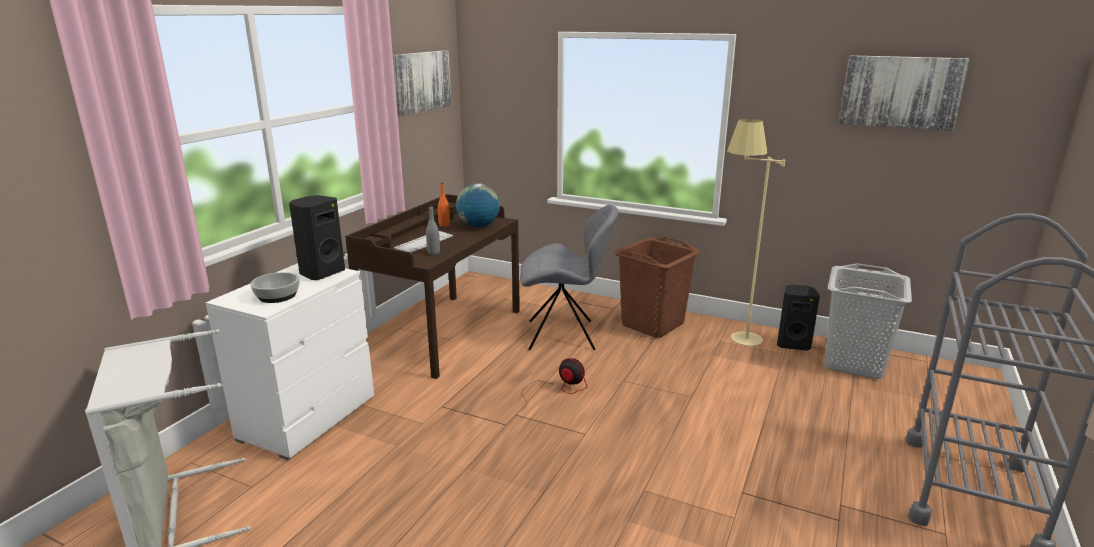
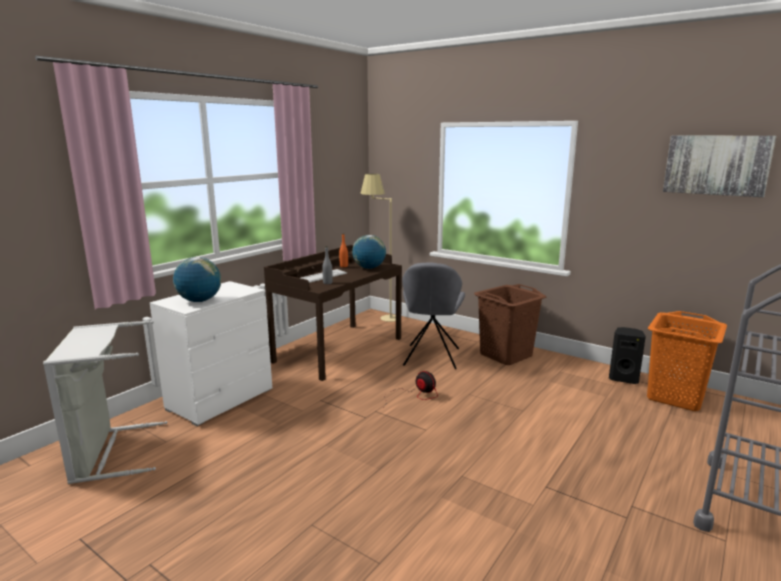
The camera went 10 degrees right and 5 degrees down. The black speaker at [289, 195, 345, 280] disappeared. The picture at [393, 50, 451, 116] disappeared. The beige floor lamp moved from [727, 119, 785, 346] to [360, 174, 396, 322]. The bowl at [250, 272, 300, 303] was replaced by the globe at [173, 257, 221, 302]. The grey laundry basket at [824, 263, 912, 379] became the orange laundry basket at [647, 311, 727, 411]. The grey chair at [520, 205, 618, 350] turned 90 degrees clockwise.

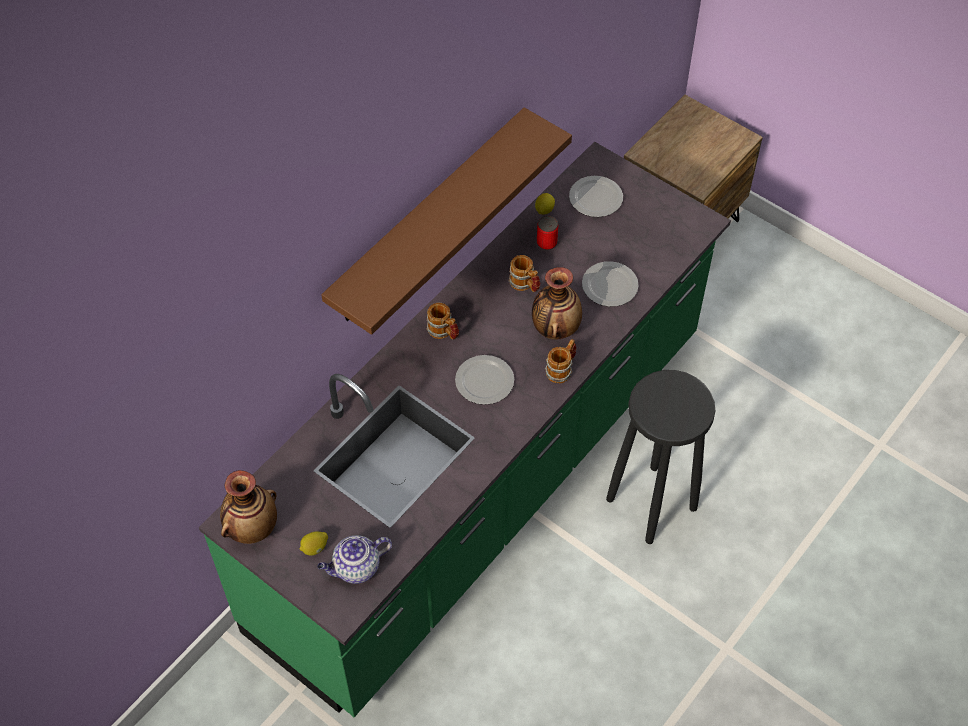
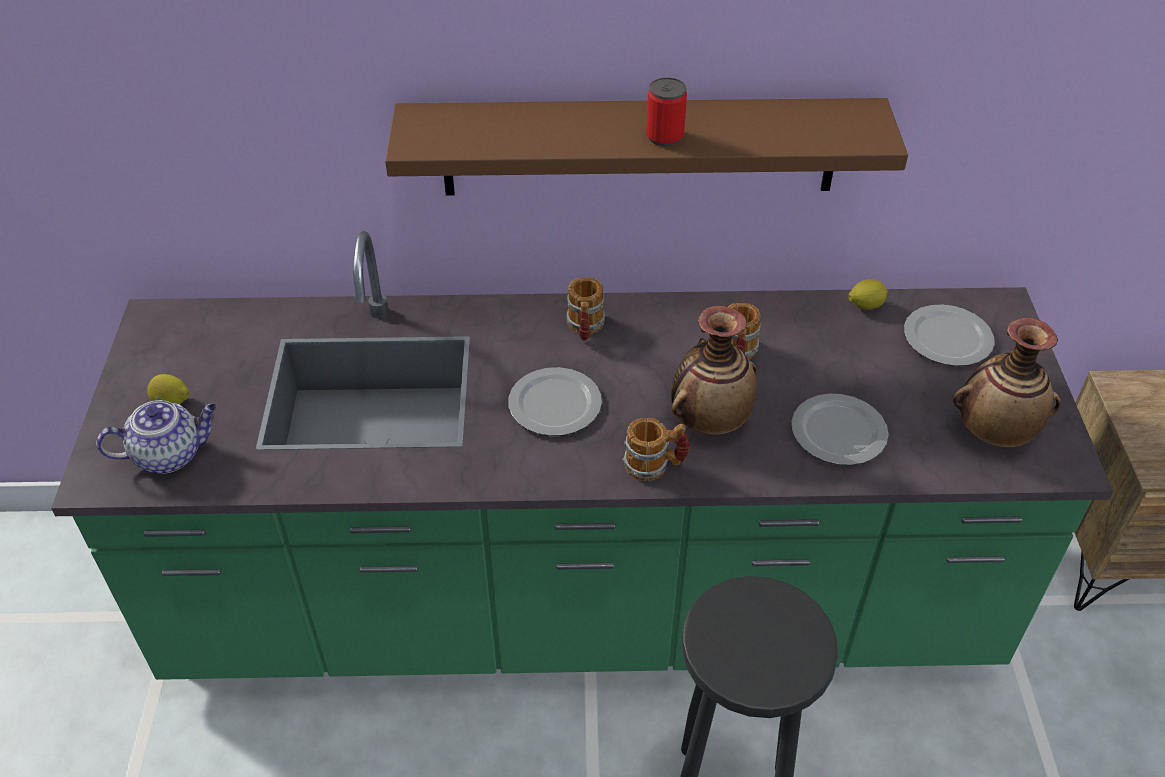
The camera went 50 degrees right and 10 degrees down. The vase moved from [220, 470, 277, 544] to [953, 318, 1061, 447]. The can moved from [537, 216, 558, 250] to [646, 77, 687, 146]. The teapot at [317, 535, 392, 584] turned 135 degrees clockwise.

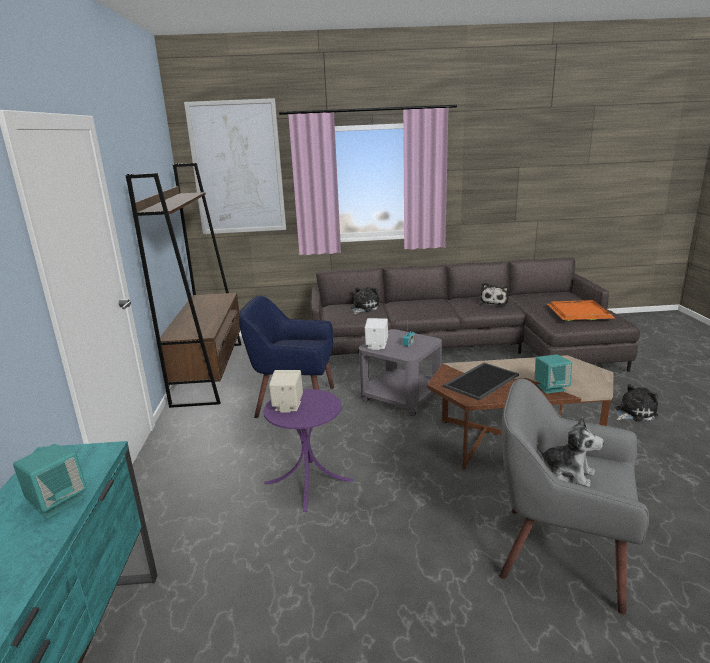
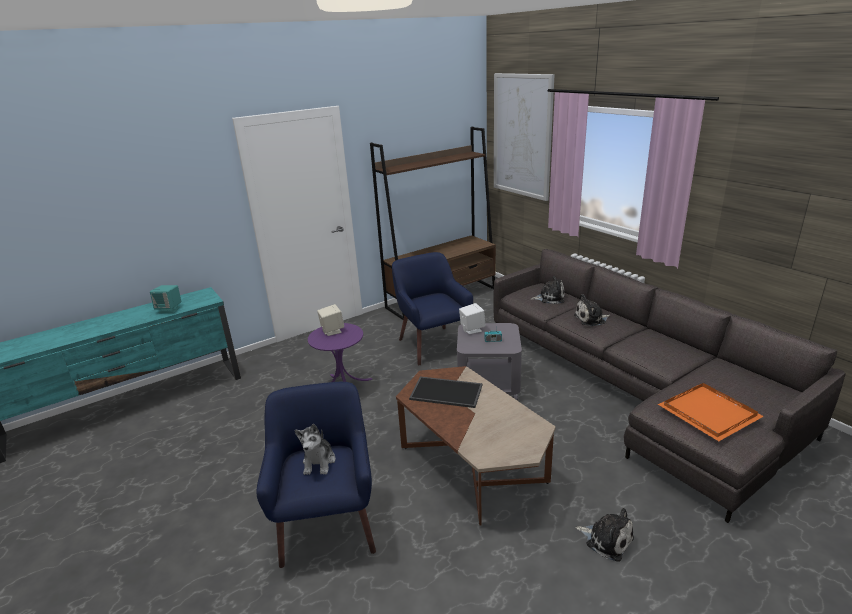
The camera went 60 degrees right and 5 degrees up. The turquoise speaker at [535, 354, 572, 394] disappeared. The plush toy moved from [480, 283, 509, 306] to [574, 294, 610, 326]. The grey armchair at [499, 379, 649, 615] became the blue armchair at [256, 382, 376, 568].

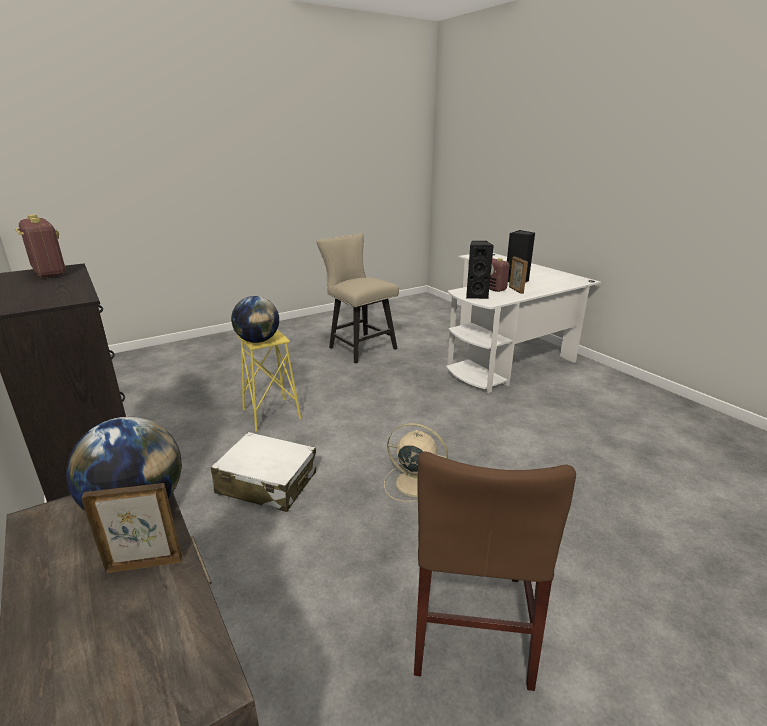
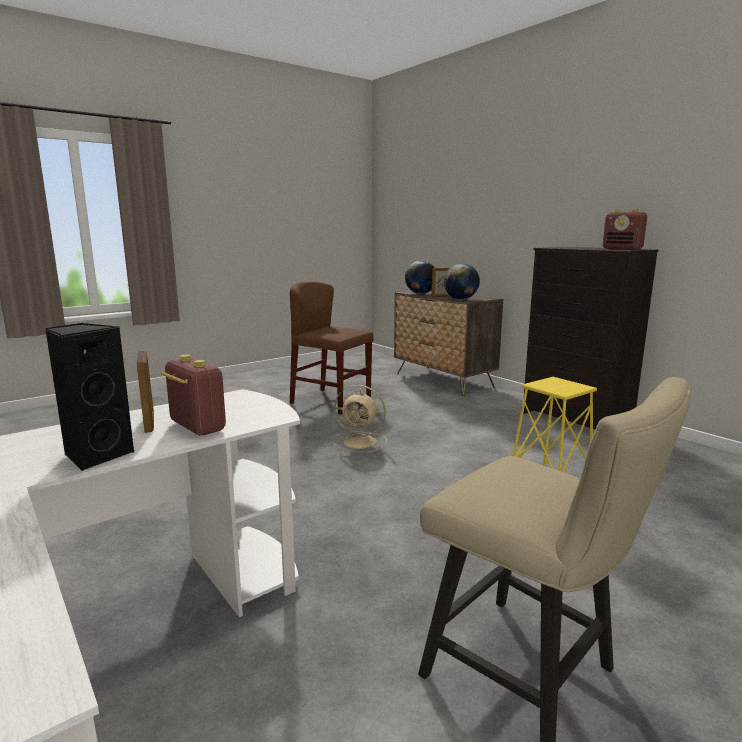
The camera went 175 degrees right and 10 degrees down. The white suitcase at [211, 432, 316, 512] disappeared. The black speaker at [466, 241, 494, 299] disappeared. The globe moved from [231, 296, 279, 343] to [405, 261, 435, 294]. The brown chair at [414, 452, 576, 691] turned 60 degrees counterclockwise.

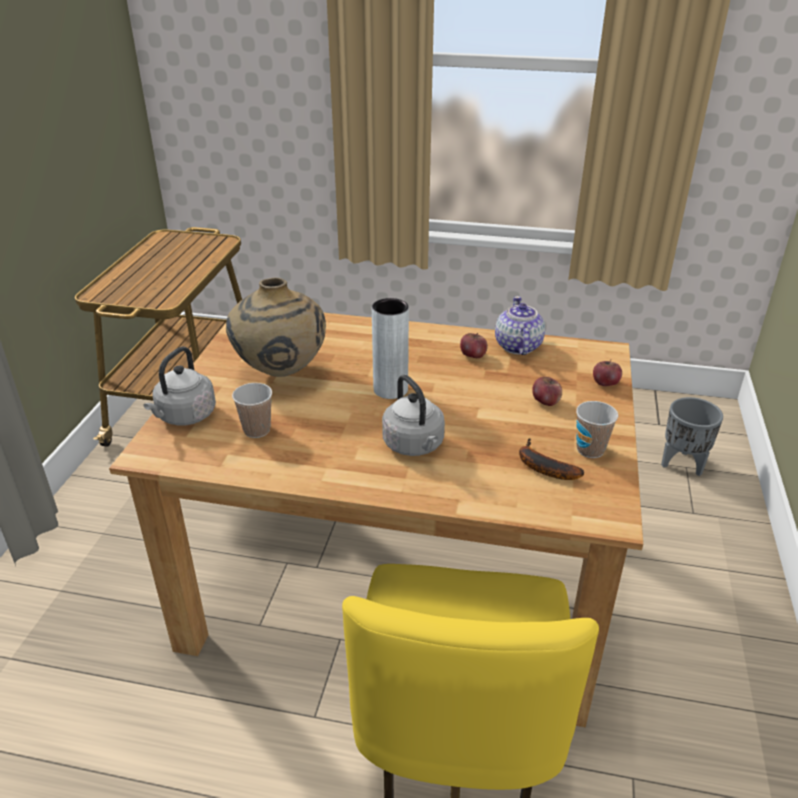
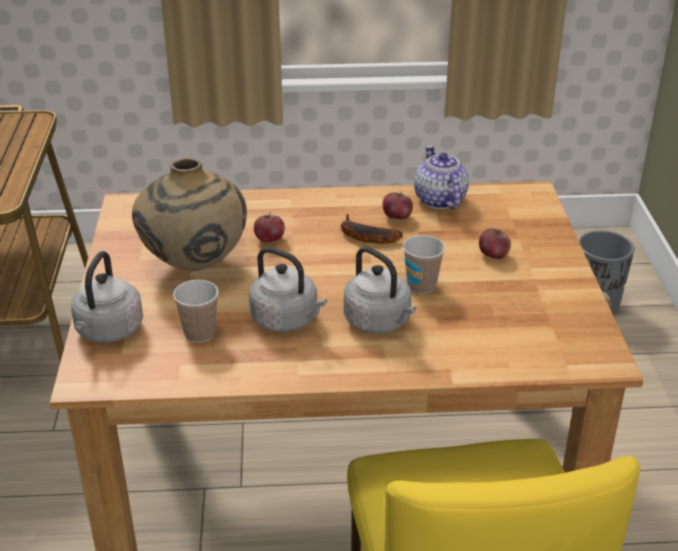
The camera went 15 degrees left and 0 degrees up. The grey vase at [372, 298, 409, 399] disappeared. The grey kettle at [249, 247, 327, 332] appeared. The banana moved from [519, 438, 584, 480] to [341, 214, 403, 244]. The cup moved from [576, 401, 618, 458] to [403, 235, 445, 294]. The apple moved from [593, 359, 622, 386] to [254, 212, 285, 242].

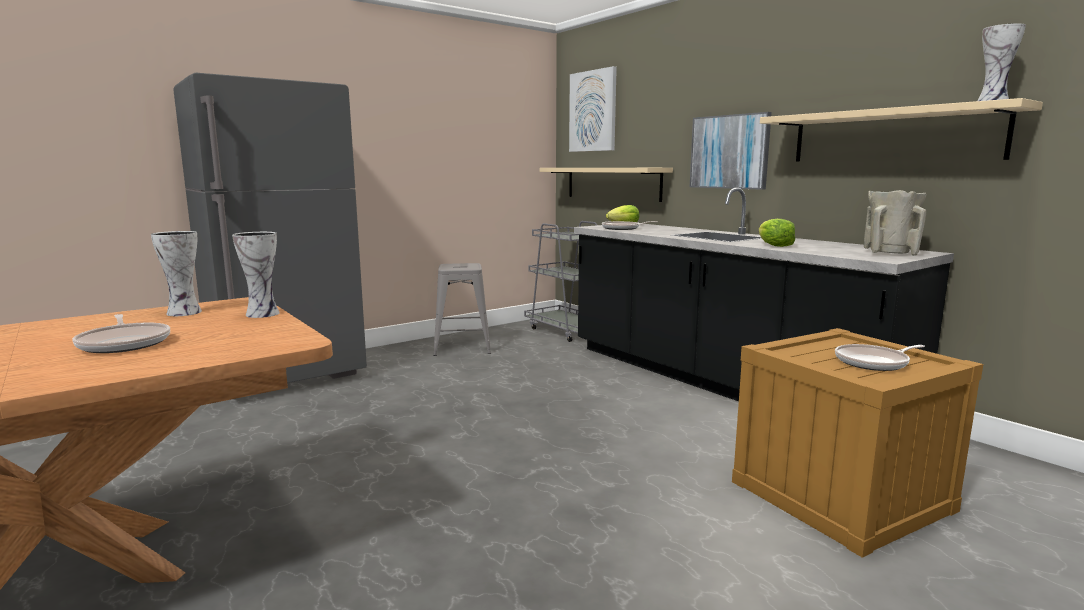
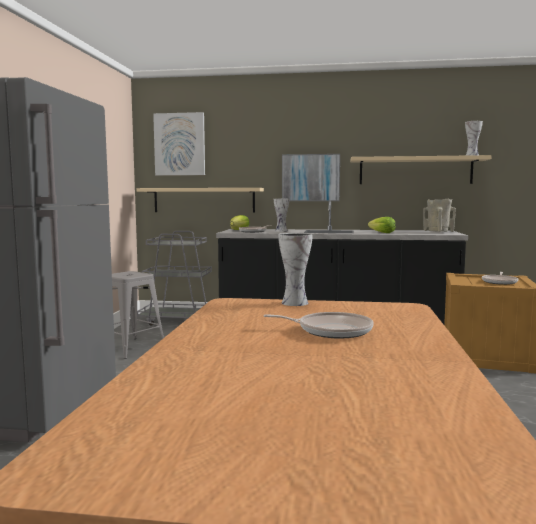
The camera went 45 degrees left and 5 degrees down. The vase moved from [151, 231, 202, 316] to [274, 199, 289, 232].

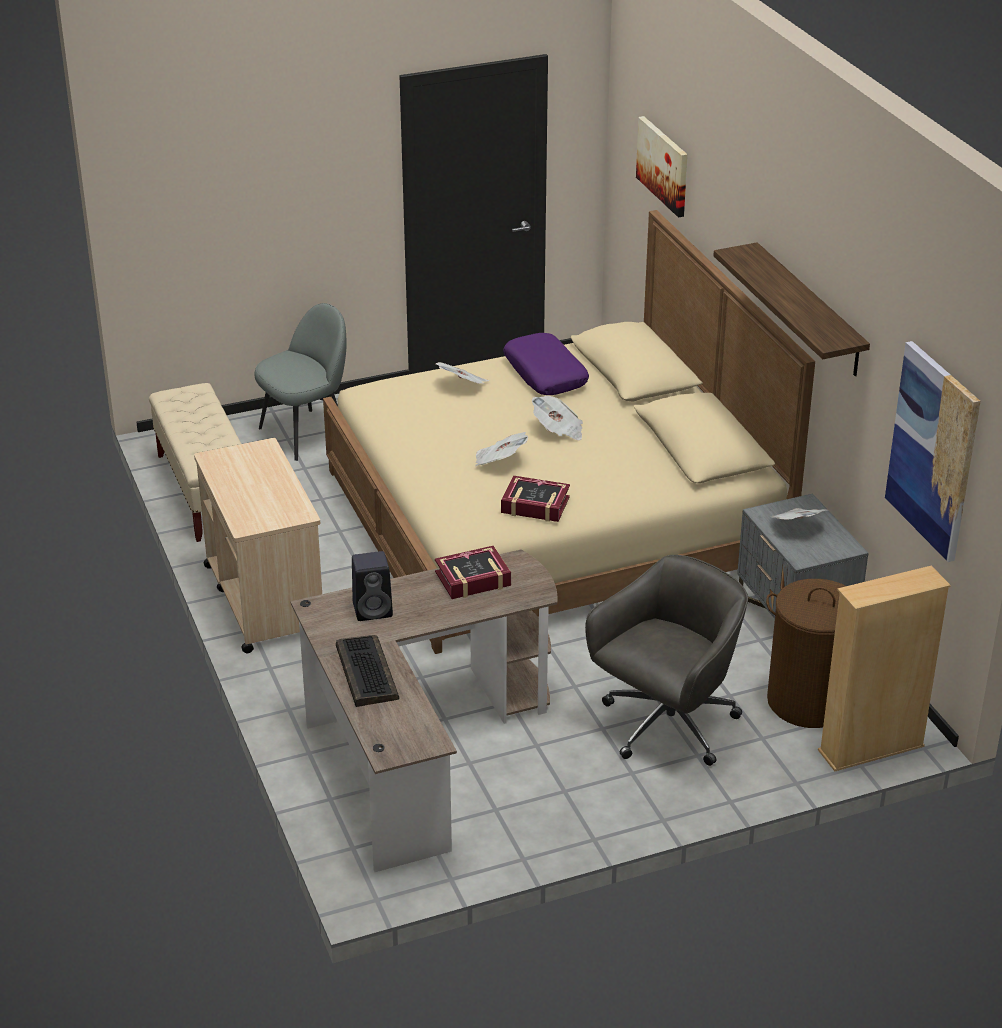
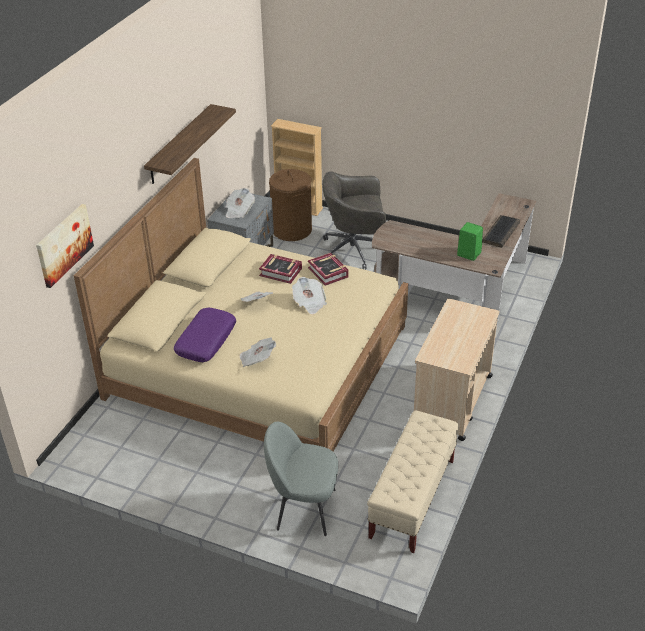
The camera went 135 degrees left and 5 degrees up. The picture at [885, 341, 980, 562] disappeared. The book moved from [435, 546, 511, 599] to [259, 254, 302, 284]. The black speaker at [352, 551, 393, 621] became the green speaker at [457, 222, 483, 261].

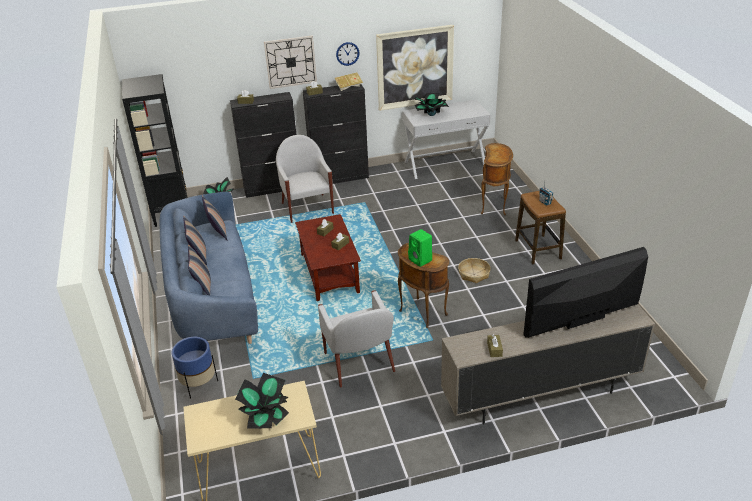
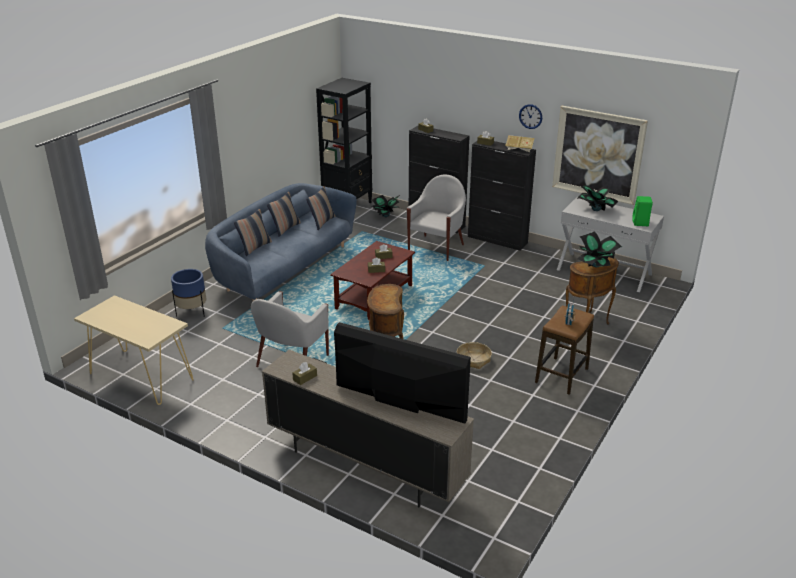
The camera went 45 degrees right and 5 degrees down. The wall clock at [264, 35, 317, 89] disappeared. The potted plant moved from [235, 373, 289, 429] to [578, 231, 622, 267]. The green speaker moved from [408, 229, 432, 267] to [632, 196, 653, 226].

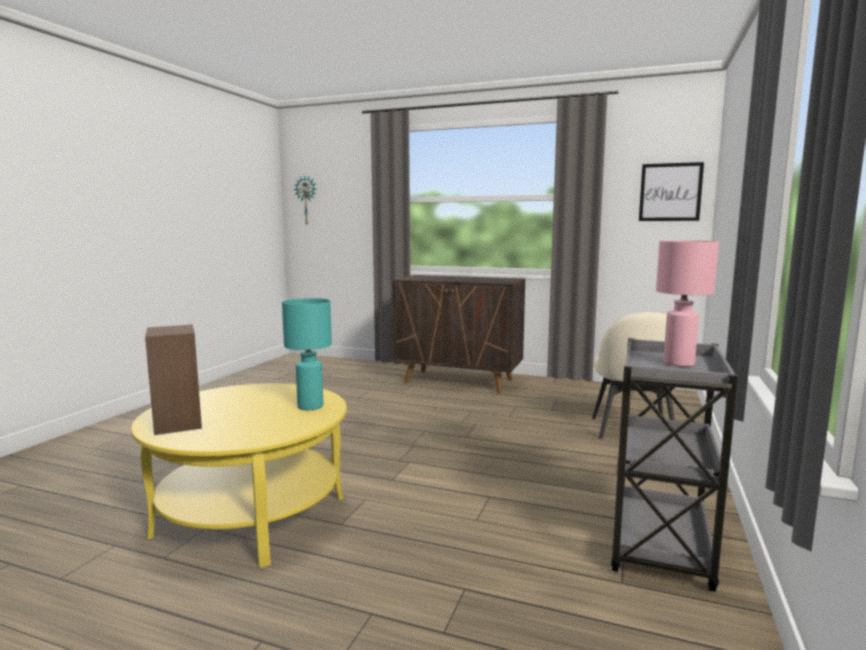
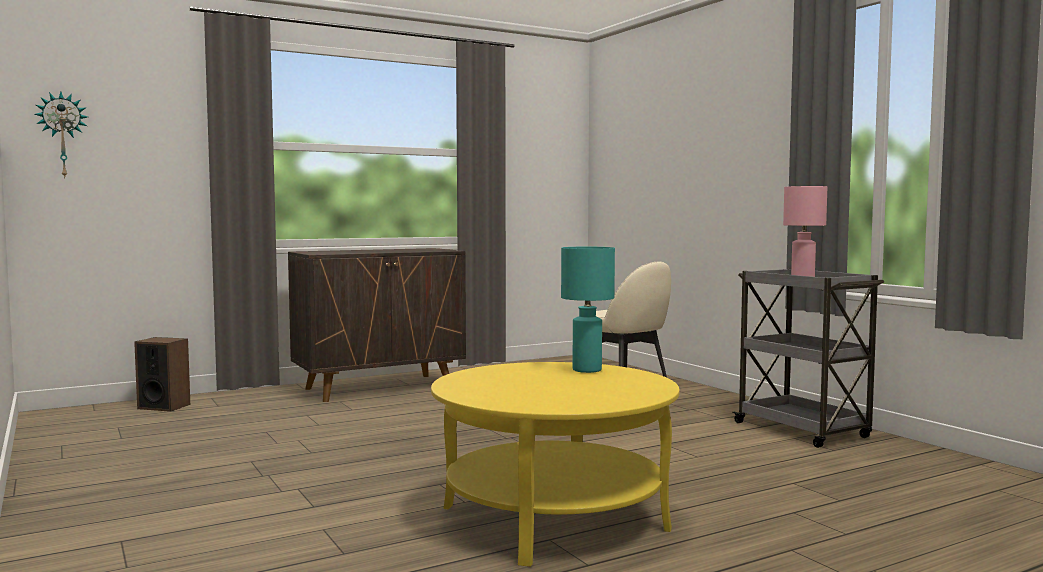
The camera went 50 degrees left and 5 degrees down. The picture at [639, 162, 704, 221] disappeared. The speaker moved from [145, 324, 202, 435] to [134, 337, 190, 412].

